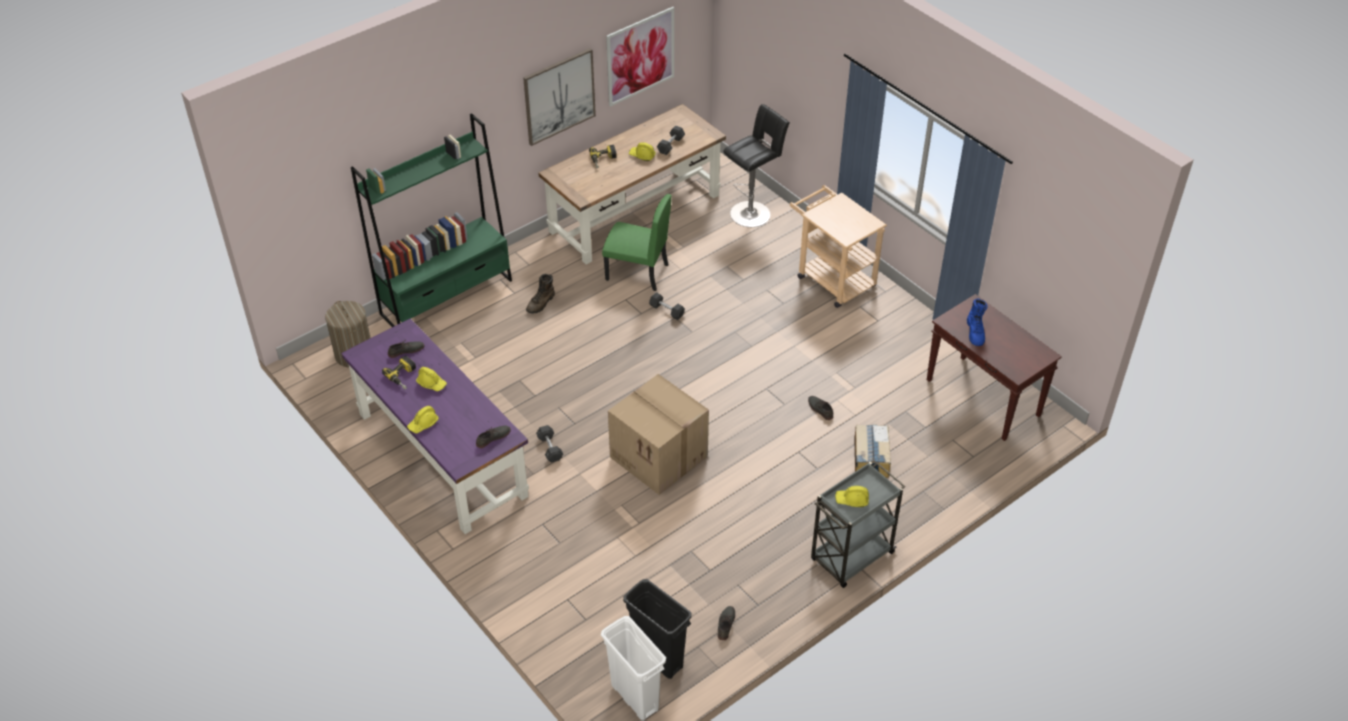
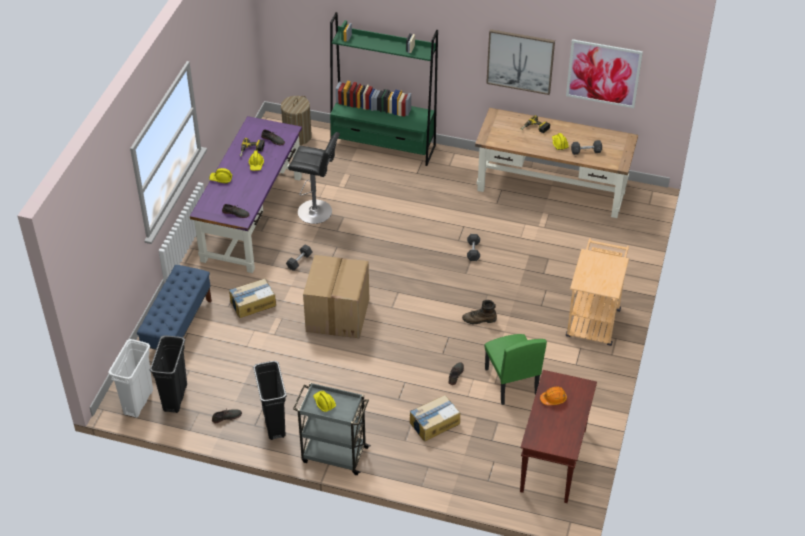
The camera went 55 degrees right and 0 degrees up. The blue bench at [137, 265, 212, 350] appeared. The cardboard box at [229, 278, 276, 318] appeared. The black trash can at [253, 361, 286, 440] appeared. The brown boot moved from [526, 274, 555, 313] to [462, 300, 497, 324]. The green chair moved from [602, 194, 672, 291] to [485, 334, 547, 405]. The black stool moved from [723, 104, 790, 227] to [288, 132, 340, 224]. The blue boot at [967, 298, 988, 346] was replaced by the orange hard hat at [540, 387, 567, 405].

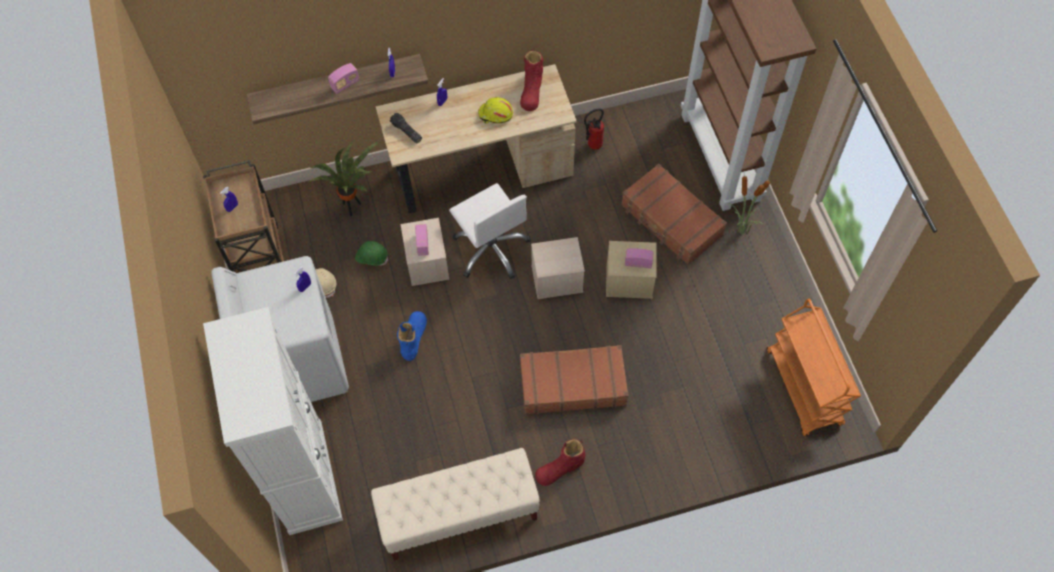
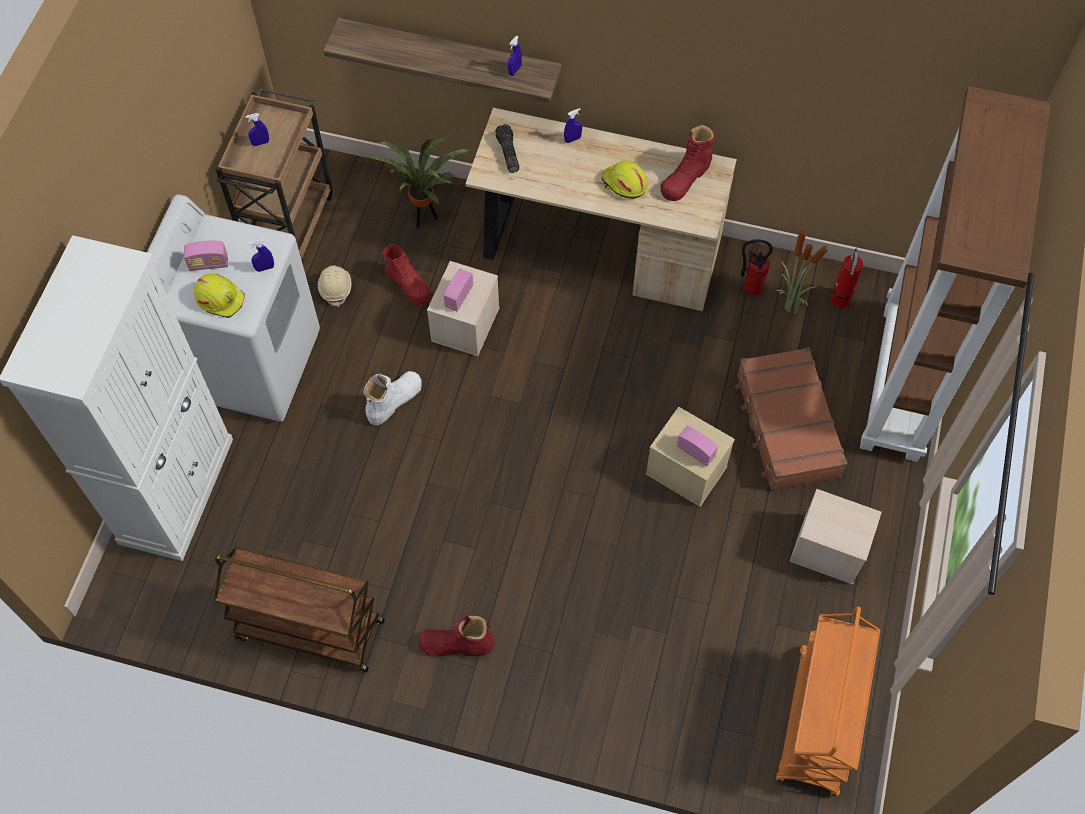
The camera went 30 degrees right and 0 degrees up. The white office chair at [449, 183, 531, 279] disappeared. The brown suitcase at [520, 345, 629, 415] disappeared. The yellow hard hat at [194, 274, 245, 318] appeared. The fire extinguisher at [831, 248, 863, 308] appeared. The radio moved from [328, 63, 359, 94] to [184, 241, 228, 271]. The beige storage box moved from [531, 237, 585, 299] to [790, 489, 882, 585]. The potted plant moved from [729, 176, 771, 234] to [776, 224, 828, 314]. The green hard hat at [355, 241, 389, 266] was replaced by the red boot at [382, 245, 432, 306]. The beige bench at [371, 448, 540, 561] was replaced by the brown cart at [214, 547, 385, 672]. The blue boot at [397, 311, 427, 361] became the white boot at [364, 371, 422, 425].

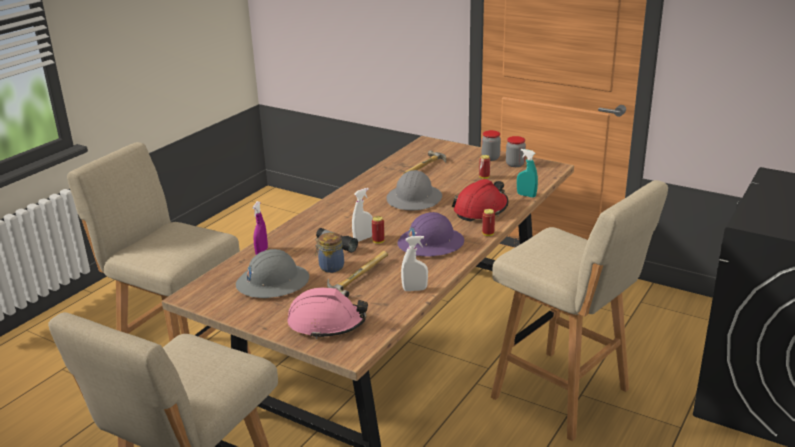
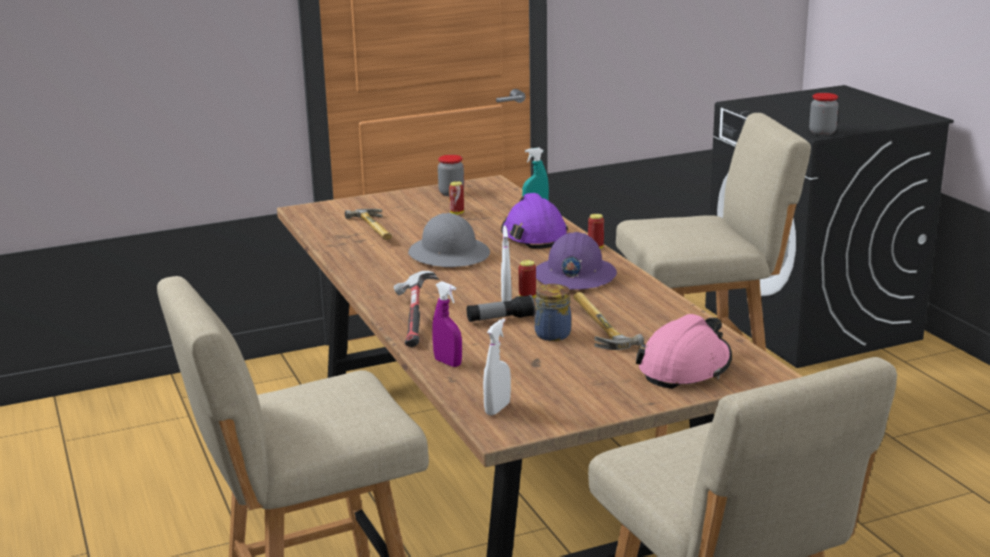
The camera went 55 degrees left and 5 degrees down. The grey hard hat at [236, 249, 309, 298] disappeared. The hammer at [394, 271, 439, 347] appeared. The white spray bottle moved from [401, 236, 428, 291] to [483, 318, 511, 416]. The jar moved from [482, 130, 501, 161] to [809, 93, 839, 136]. The red hard hat at [452, 179, 509, 222] became the purple hard hat at [501, 193, 568, 249].

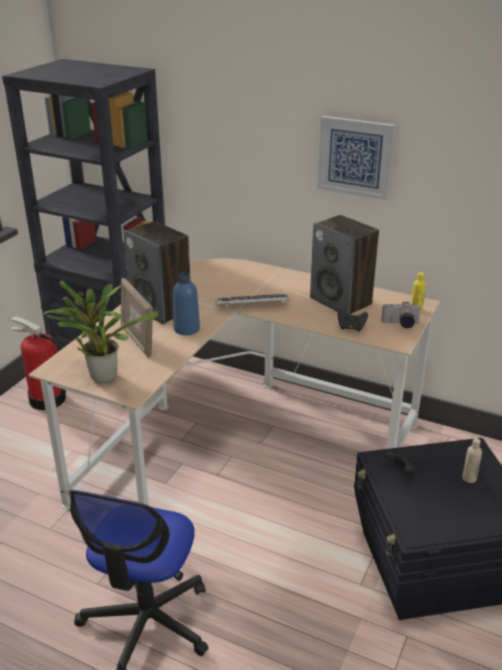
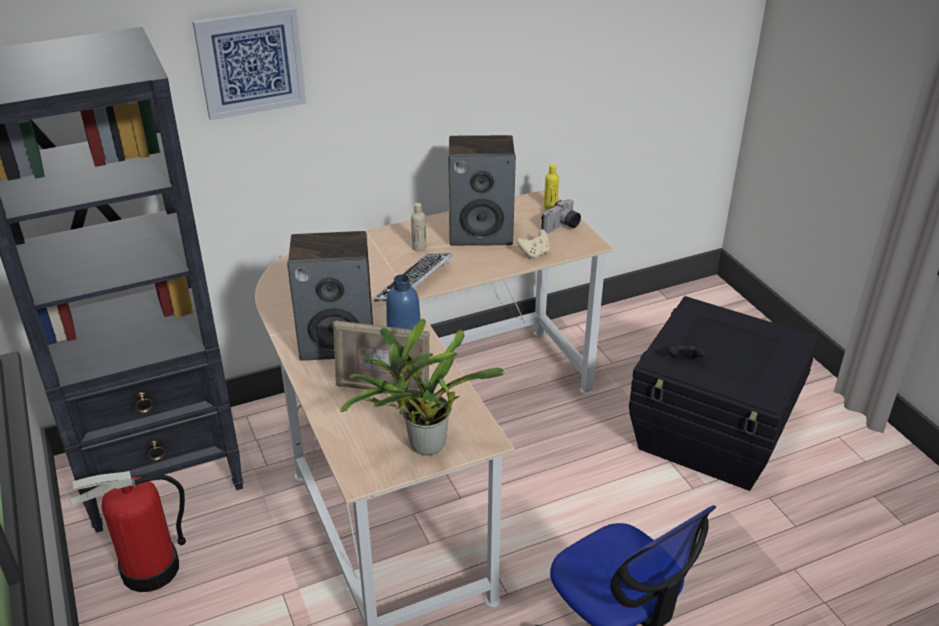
The camera went 50 degrees left and 5 degrees up. The picture moved from [317, 116, 396, 200] to [193, 6, 306, 121]. The beige bottle moved from [462, 438, 482, 483] to [411, 203, 426, 251]. The black game controller at [338, 309, 368, 331] became the beige game controller at [516, 229, 550, 259].

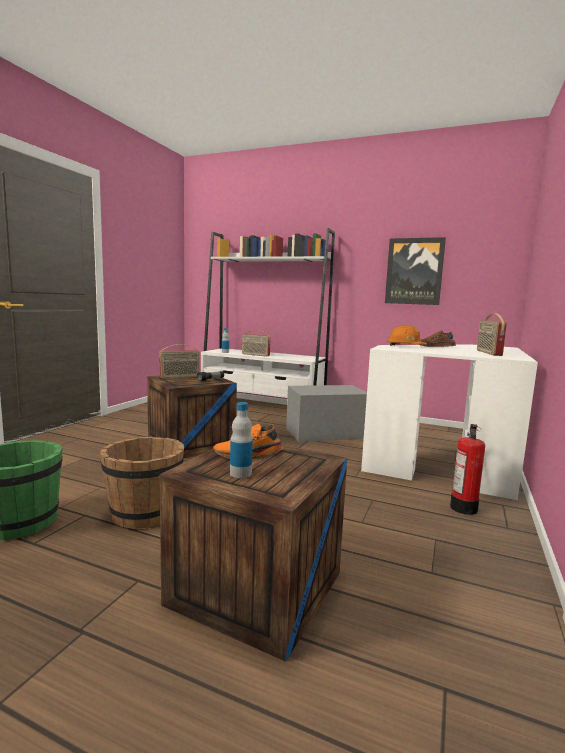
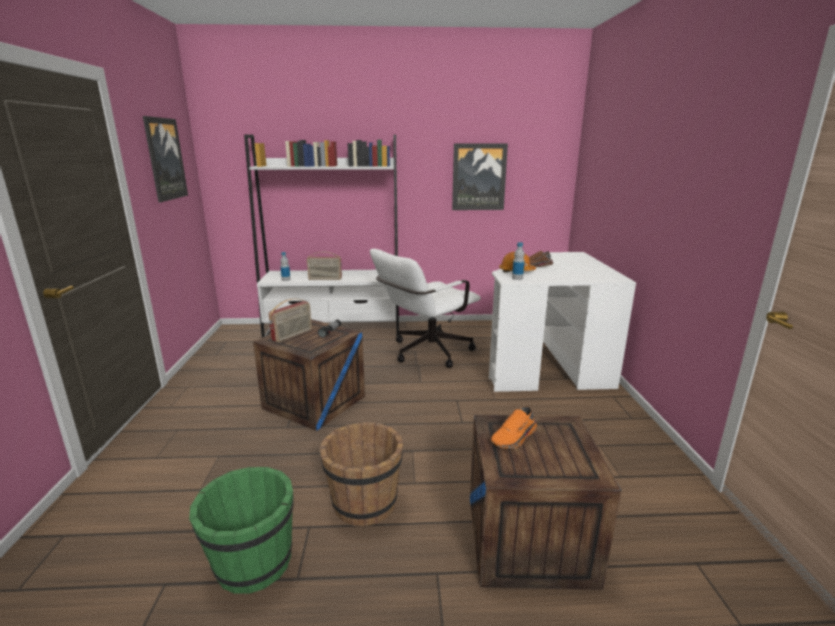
The camera went 25 degrees left and 10 degrees up. The fire extinguisher at [450, 424, 485, 515] disappeared. The radio at [477, 313, 507, 356] disappeared. The picture at [143, 116, 188, 202] appeared. The bottle moved from [230, 402, 253, 478] to [512, 242, 524, 280]. The grey storage box at [286, 385, 367, 442] was replaced by the white office chair at [370, 249, 481, 368].

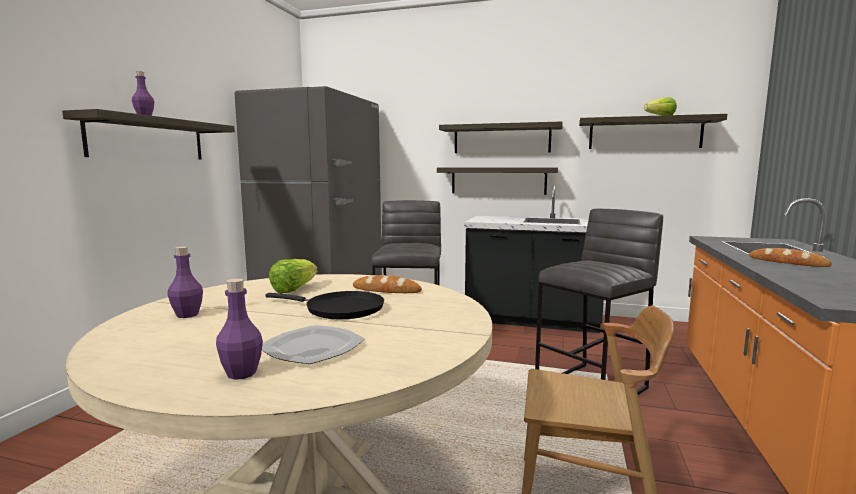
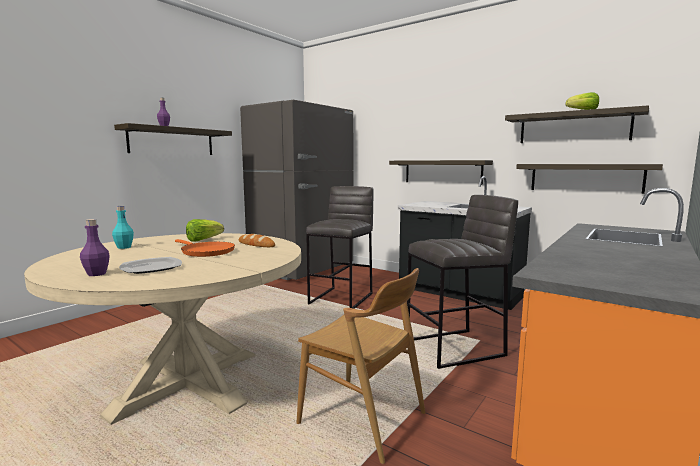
The camera went 20 degrees right and 0 degrees up. The bread at [749, 248, 832, 267] disappeared. The shelf moved from [439, 122, 563, 153] to [516, 164, 663, 194]. The purple bottle at [167, 247, 203, 318] became the turquoise bottle at [112, 206, 134, 249]. The black frying pan at [266, 291, 384, 319] became the orange frying pan at [175, 239, 235, 257].

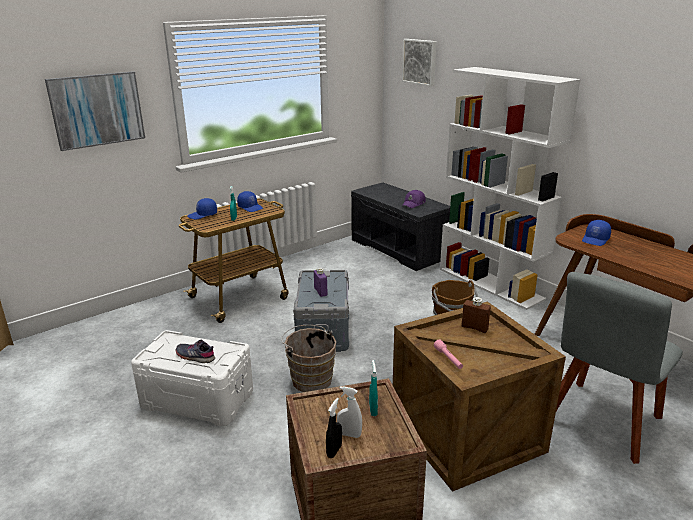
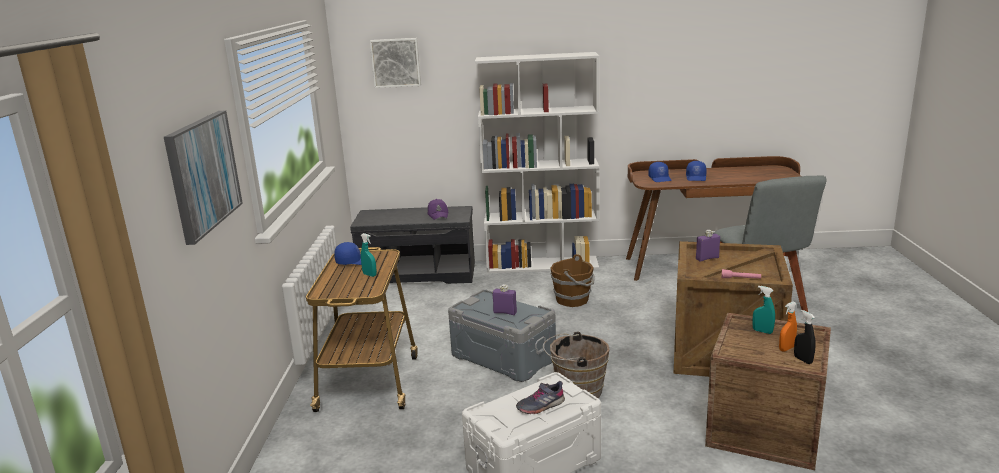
The camera went 50 degrees left and 5 degrees down. The blue cap moved from [187, 198, 217, 220] to [686, 161, 707, 181]. The white spray bottle at [337, 386, 362, 438] became the orange spray bottle at [779, 302, 797, 352]. The brown bottle at [461, 297, 491, 333] became the purple bottle at [696, 230, 720, 262].

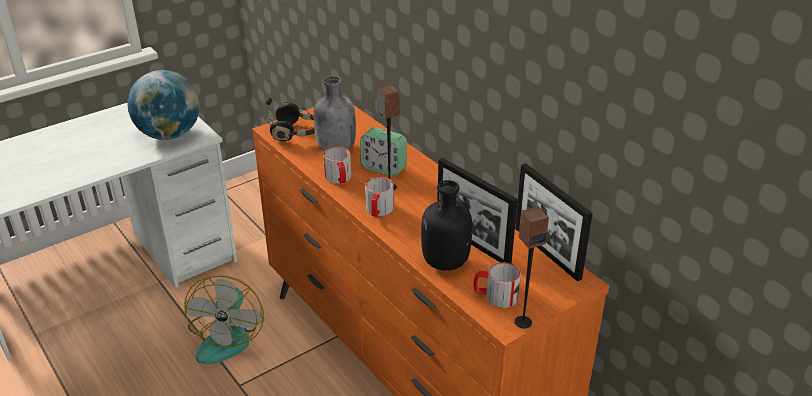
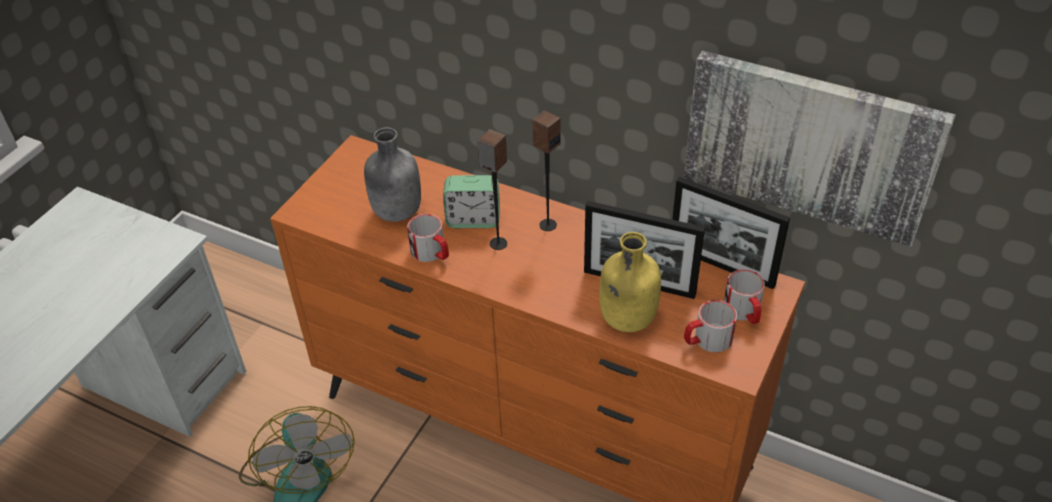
The camera went 25 degrees left and 10 degrees up. The globe at [128, 70, 200, 140] disappeared. The black headphones at [266, 98, 315, 141] disappeared. The picture at [684, 51, 956, 247] appeared. The mug moved from [365, 177, 394, 217] to [724, 269, 765, 324]. The speaker moved from [514, 206, 549, 329] to [532, 110, 561, 231]. The black bottle at [421, 180, 472, 271] became the yellow bottle at [600, 232, 661, 332].

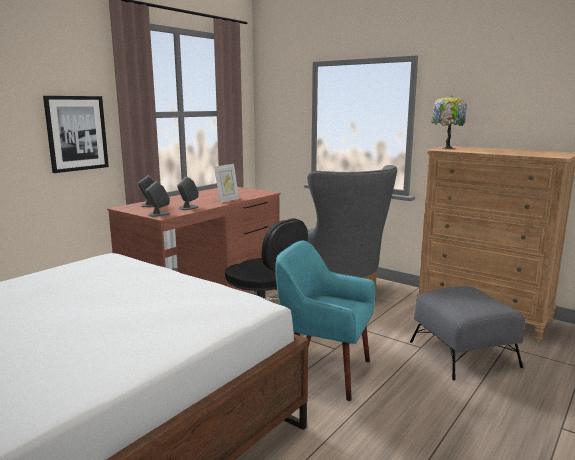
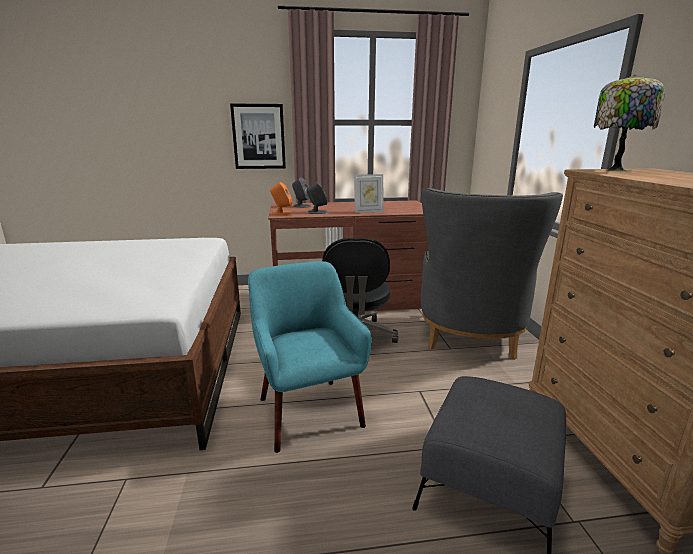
The camera went 45 degrees right and 5 degrees up. The grey speaker at [146, 181, 170, 217] became the orange speaker at [270, 182, 293, 215].

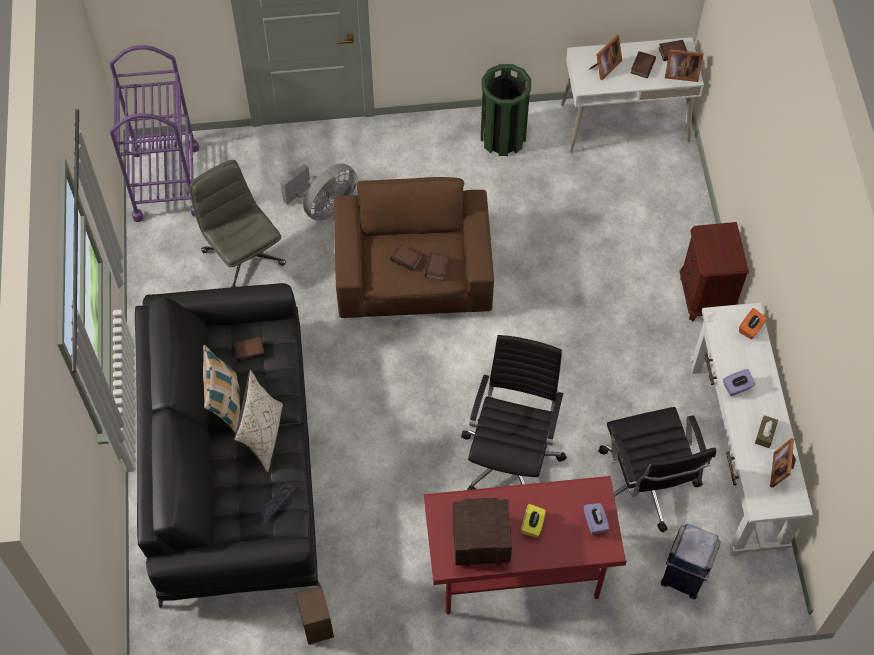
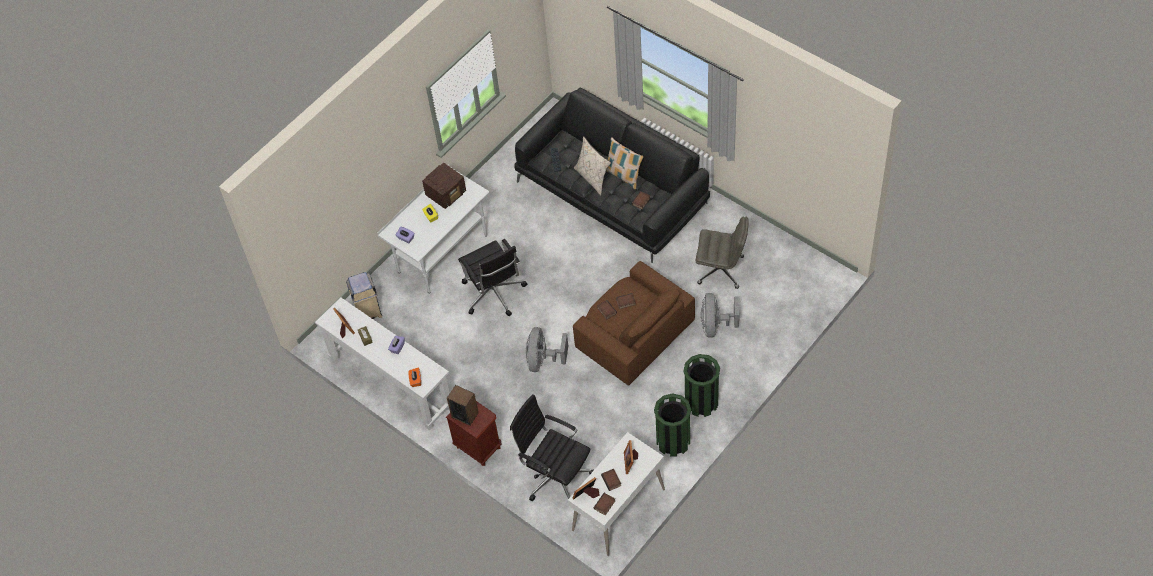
The camera went 140 degrees right and 5 degrees down. The purple cart at [110, 45, 199, 222] disappeared. The grey fan at [526, 327, 568, 372] appeared. The green trash can at [683, 354, 720, 417] appeared. The speaker moved from [295, 586, 334, 645] to [447, 385, 479, 426]. The black office chair moved from [598, 407, 716, 533] to [510, 394, 594, 501]. The red desk at [424, 476, 627, 615] became the white desk at [378, 165, 489, 294]. The blue trash can at [661, 524, 721, 599] became the beige trash can at [346, 272, 382, 319].

